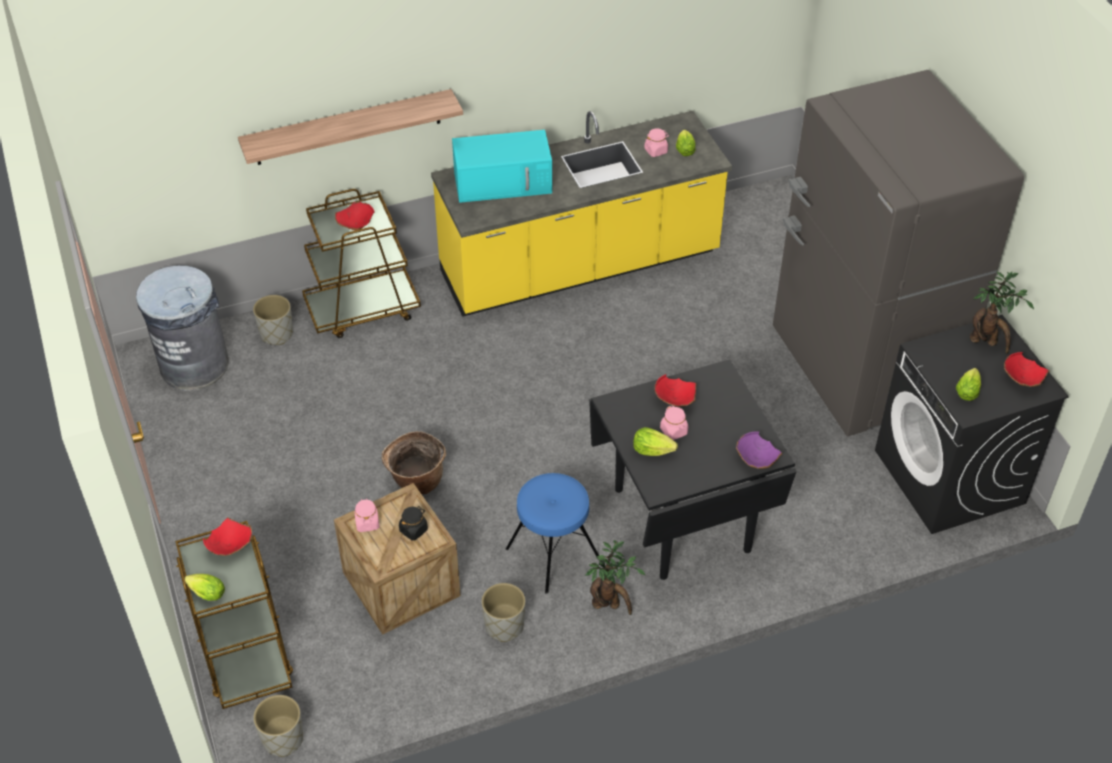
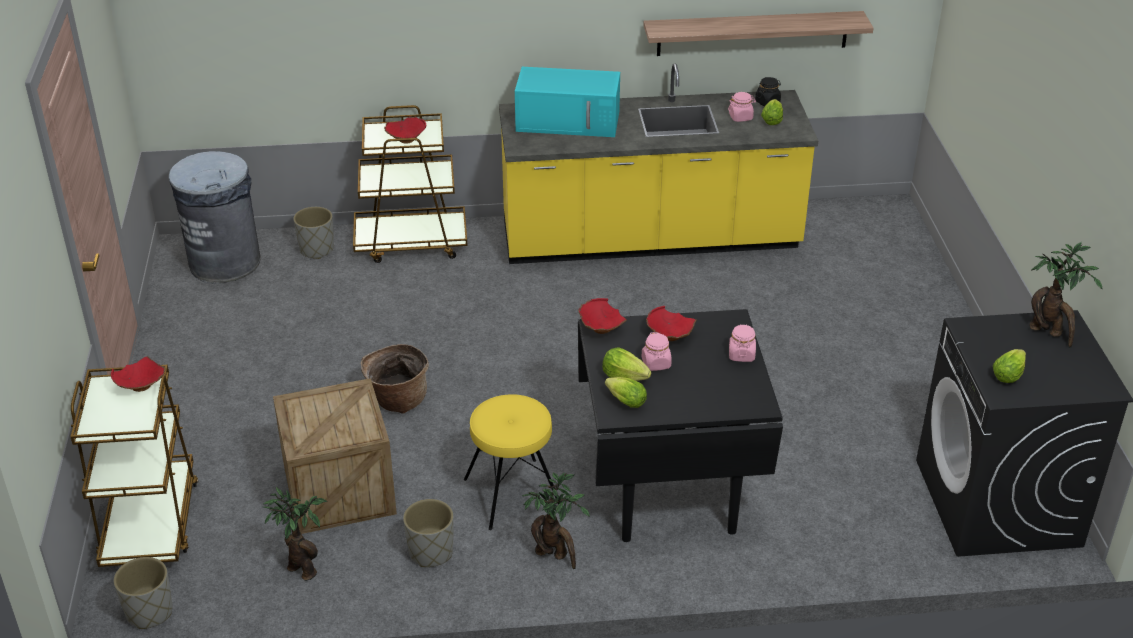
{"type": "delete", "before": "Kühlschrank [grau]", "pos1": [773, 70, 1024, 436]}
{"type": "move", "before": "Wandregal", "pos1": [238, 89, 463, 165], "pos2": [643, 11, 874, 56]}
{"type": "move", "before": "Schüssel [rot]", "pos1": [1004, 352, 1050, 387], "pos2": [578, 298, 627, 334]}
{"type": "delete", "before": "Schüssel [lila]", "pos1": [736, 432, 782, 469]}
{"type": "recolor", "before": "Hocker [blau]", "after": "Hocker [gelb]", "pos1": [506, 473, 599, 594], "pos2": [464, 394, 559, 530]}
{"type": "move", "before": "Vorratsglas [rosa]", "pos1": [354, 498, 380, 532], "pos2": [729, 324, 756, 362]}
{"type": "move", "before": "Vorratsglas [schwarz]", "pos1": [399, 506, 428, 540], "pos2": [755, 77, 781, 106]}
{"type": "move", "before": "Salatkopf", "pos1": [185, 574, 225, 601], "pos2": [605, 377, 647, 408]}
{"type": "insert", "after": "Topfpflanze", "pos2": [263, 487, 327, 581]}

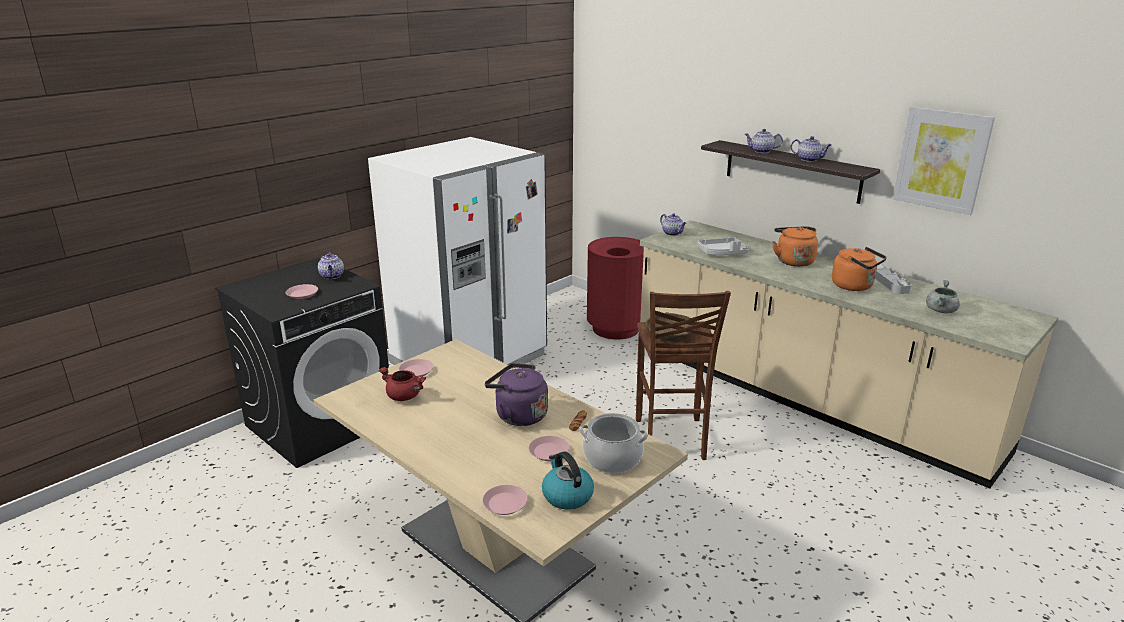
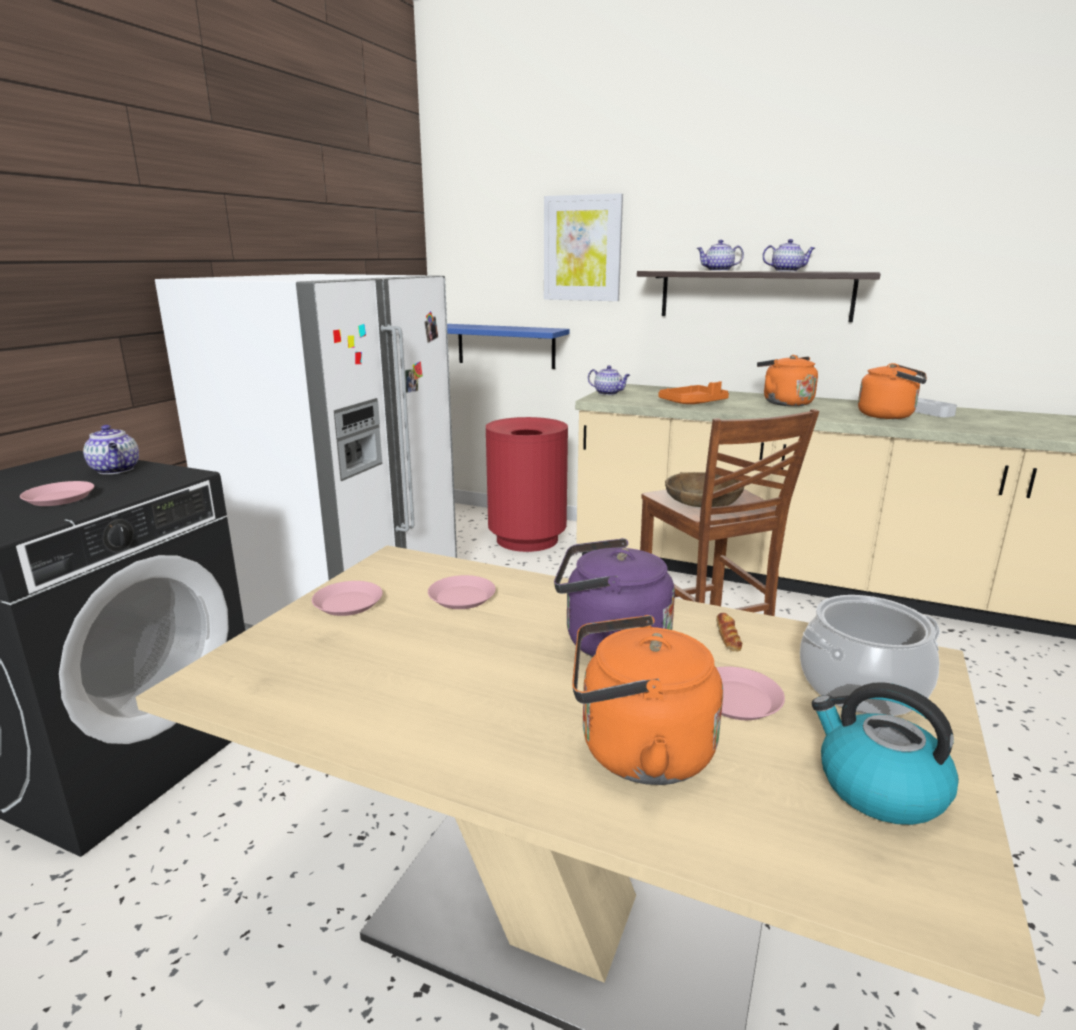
{"type": "move", "before": "Bild", "pos1": [893, 106, 995, 215], "pos2": [544, 193, 623, 301]}
{"type": "recolor", "before": "Tablett [grau]", "after": "Tablett [orange]", "pos1": [697, 237, 749, 255], "pos2": [658, 381, 729, 404]}
{"type": "delete", "before": "Kochtopf [grau]", "pos1": [926, 280, 960, 314]}
{"type": "delete", "before": "Kochtopf [rot]", "pos1": [379, 367, 426, 401]}
{"type": "move", "before": "Teller [rosa]", "pos1": [482, 485, 528, 515], "pos2": [428, 575, 496, 609]}
{"type": "insert", "after": "Wandregal [blau]", "pos2": [447, 324, 570, 369]}
{"type": "insert", "after": "Wasserkessel [orange]", "pos2": [572, 615, 723, 785]}

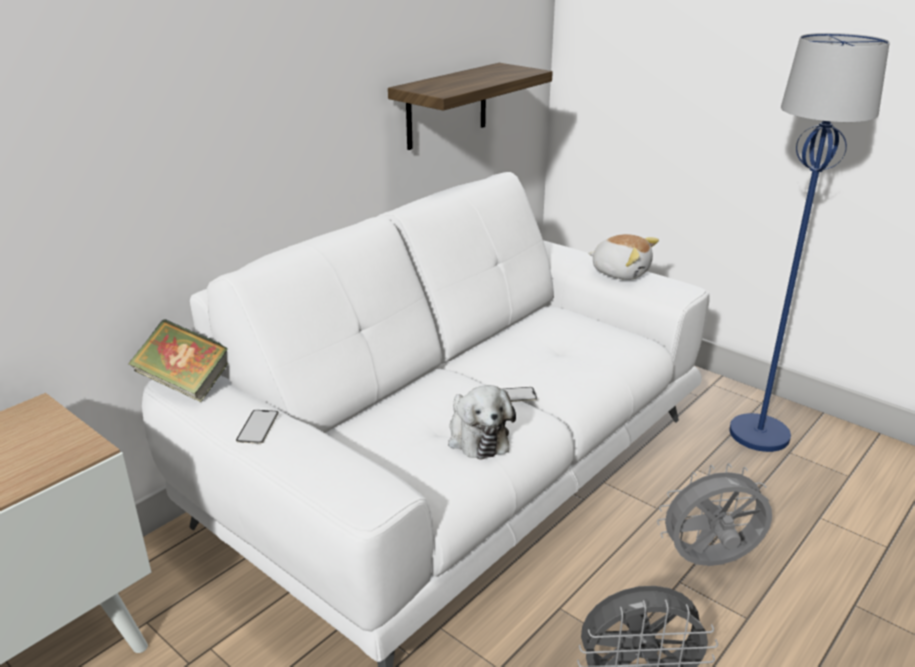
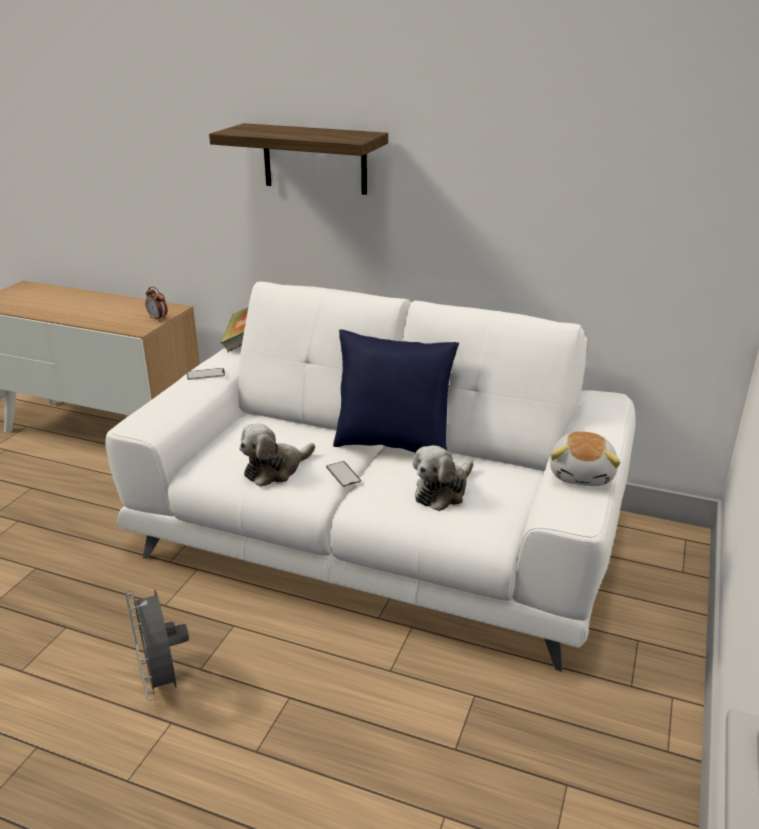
{"type": "delete", "before": "Stehlampe [blau]", "pos1": [729, 33, 890, 452]}
{"type": "move", "before": "Wandregal", "pos1": [388, 63, 553, 150], "pos2": [209, 123, 388, 195]}
{"type": "delete", "before": "Ventilator [grau]", "pos1": [657, 463, 772, 566]}
{"type": "insert", "after": "Wecker", "pos2": [145, 286, 168, 322]}
{"type": "insert", "after": "Kissen [blau]", "pos2": [333, 329, 459, 452]}
{"type": "insert", "after": "Plüschtier", "pos2": [413, 445, 473, 511]}

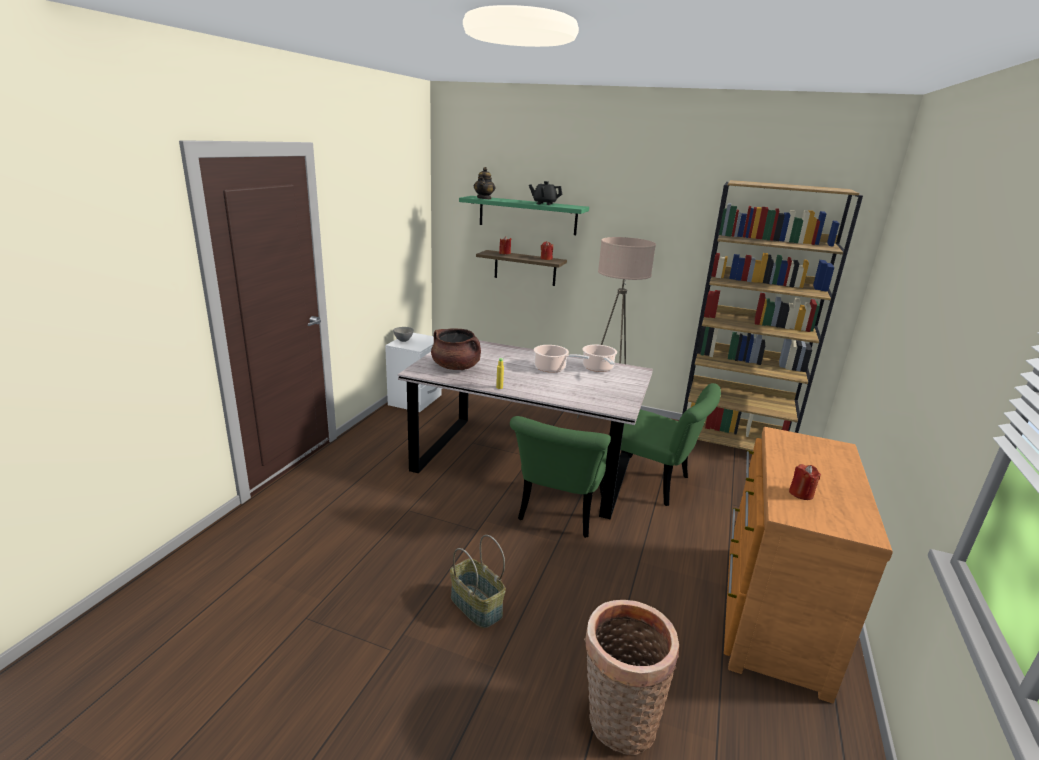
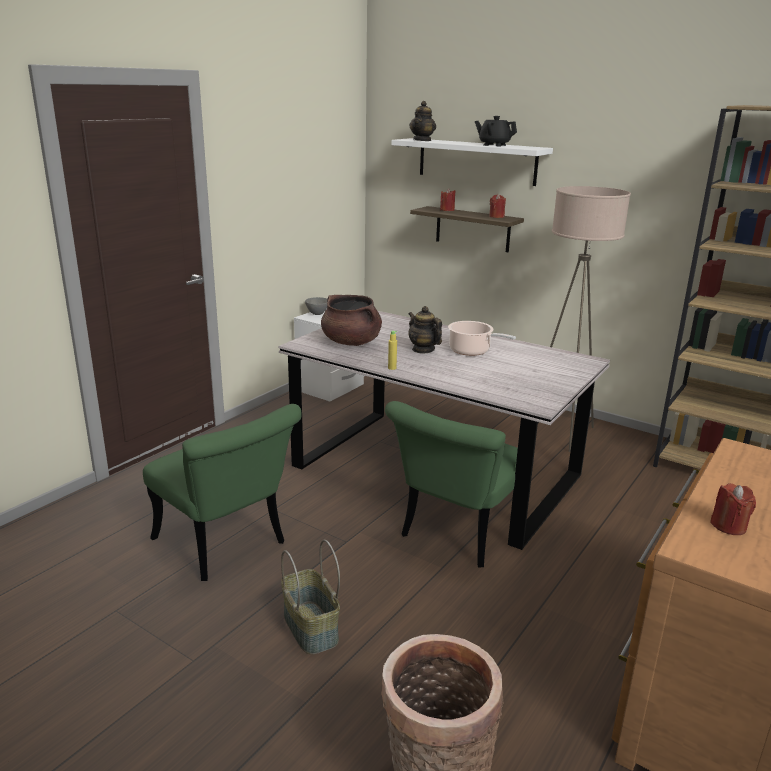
{"type": "recolor", "before": "Wandregal [grün]", "after": "Wandregal [weiß]", "pos1": [459, 196, 589, 235], "pos2": [391, 138, 553, 186]}
{"type": "delete", "before": "Kochtopf", "pos1": [582, 344, 617, 372]}
{"type": "move", "before": "Stuhl [grün]", "pos1": [621, 383, 721, 506], "pos2": [143, 404, 301, 581]}
{"type": "insert", "after": "Teekanne", "pos2": [409, 306, 442, 353]}

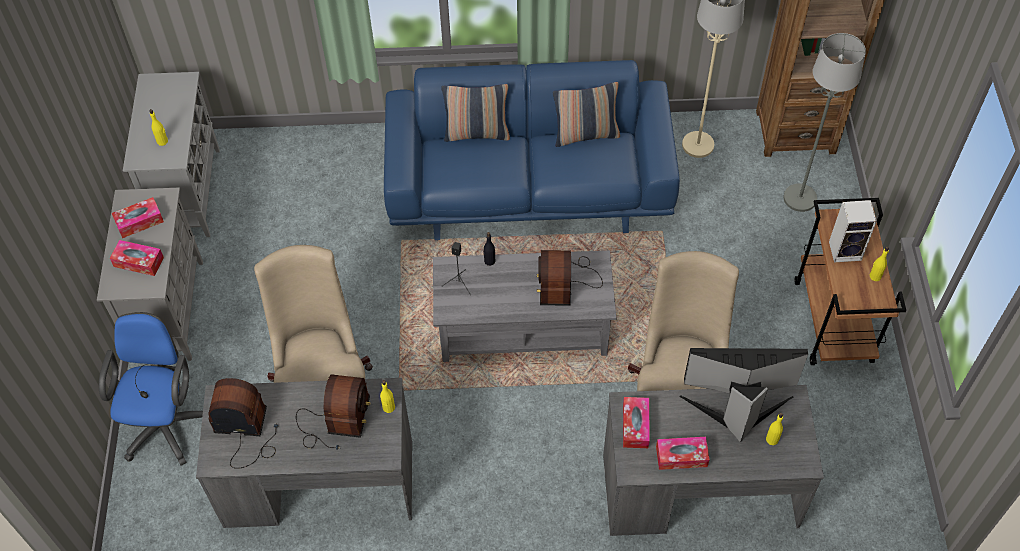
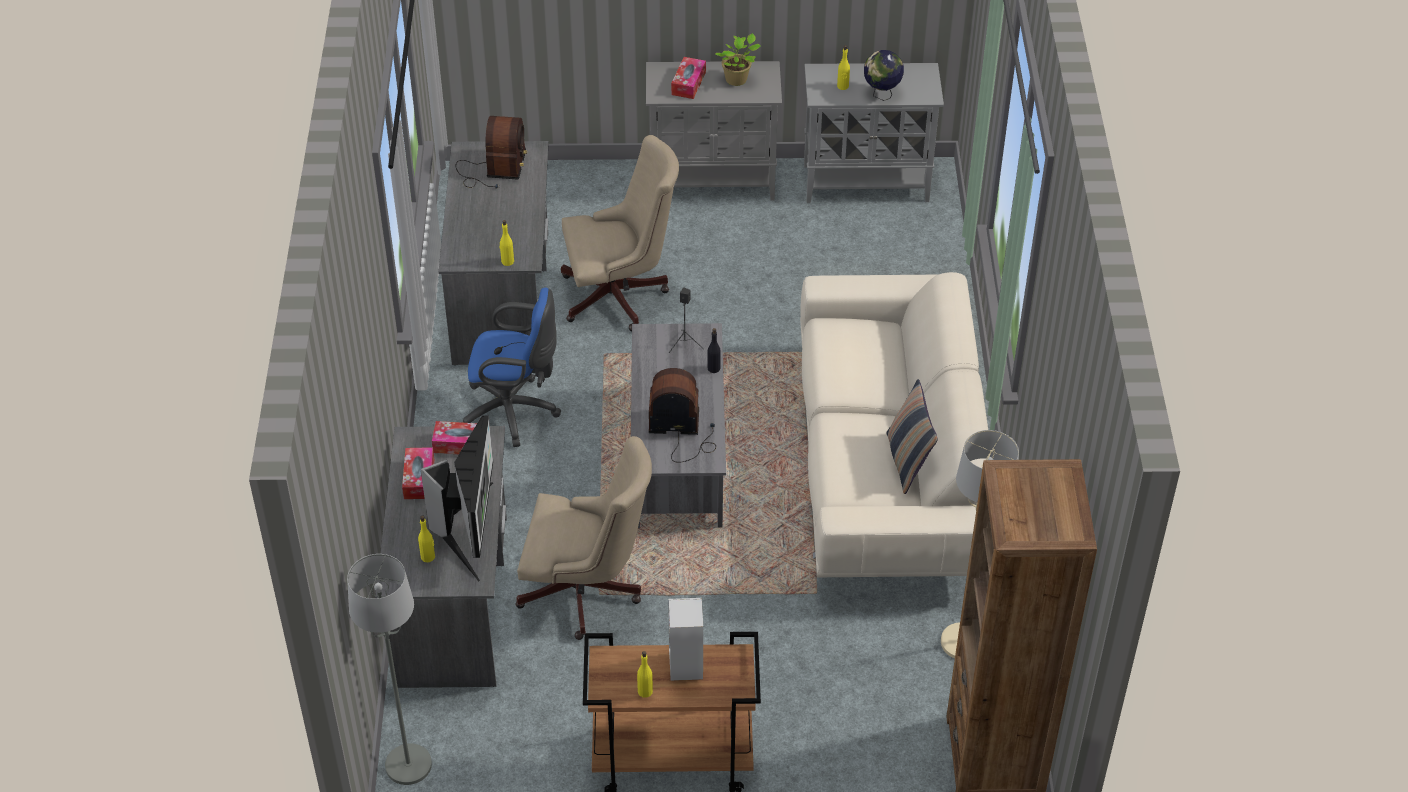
{"type": "move", "before": "Stehlampe [grau]", "pos1": [784, 33, 866, 212], "pos2": [347, 554, 432, 785]}
{"type": "recolor", "before": "Sofa [blau]", "after": "Sofa [beige]", "pos1": [384, 60, 680, 240], "pos2": [800, 272, 988, 577]}
{"type": "delete", "before": "Kissen", "pos1": [441, 84, 510, 142]}
{"type": "replace", "before": "Taschentuchbox", "after": "Topfpflanze", "pos1": [112, 197, 164, 238], "pos2": [715, 33, 761, 86]}
{"type": "move", "before": "Bürostuhl [blau]", "pos1": [99, 312, 203, 466], "pos2": [462, 288, 561, 447]}
{"type": "delete", "before": "Radio", "pos1": [296, 374, 370, 449]}
{"type": "insert", "after": "Globus", "pos2": [864, 50, 904, 101]}

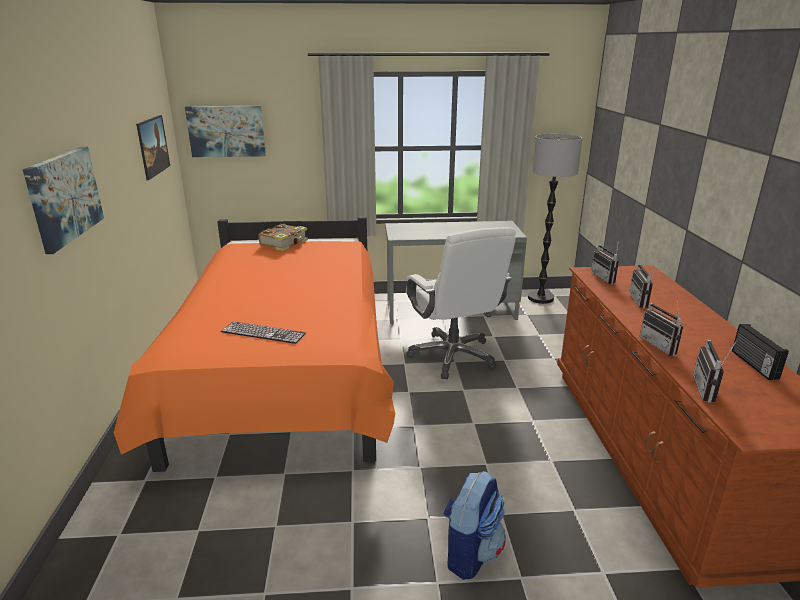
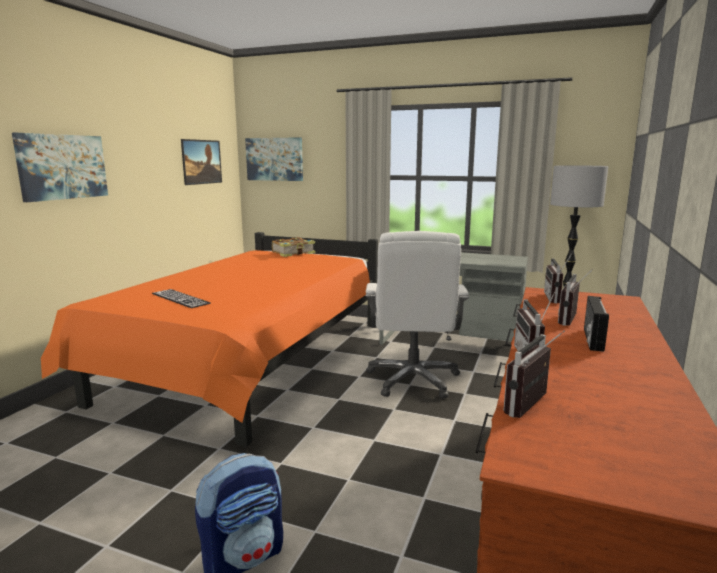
{"type": "move", "before": "Radio", "pos1": [732, 324, 789, 380], "pos2": [584, 296, 609, 352]}

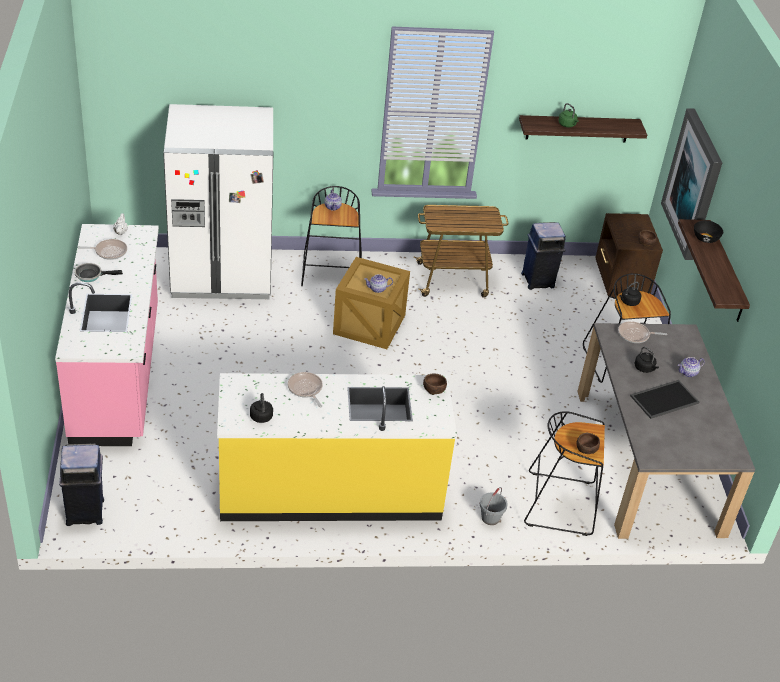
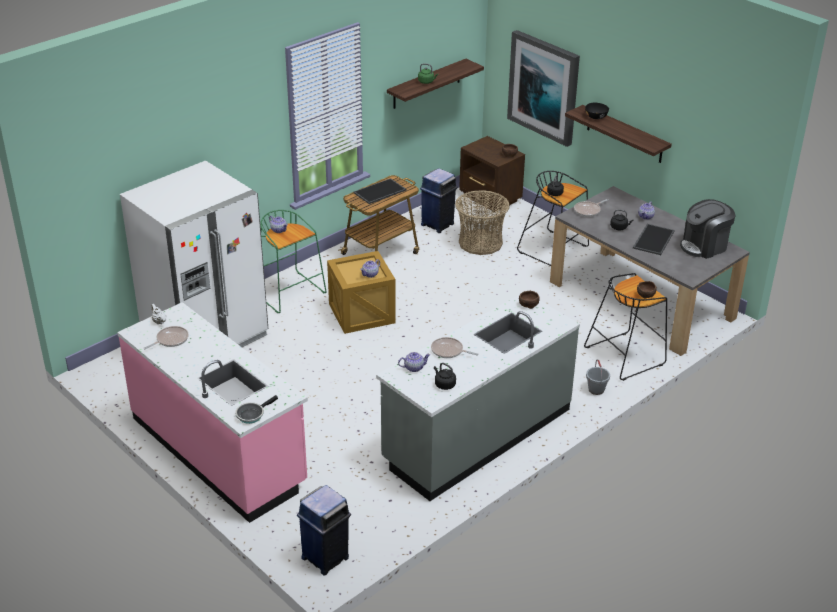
{"type": "recolor", "before": "Hocker [schwarz]", "after": "Hocker [grün]", "pos1": [301, 186, 362, 286], "pos2": [260, 210, 326, 314]}
{"type": "move", "before": "Pfanne", "pos1": [74, 263, 123, 282], "pos2": [235, 395, 278, 424]}
{"type": "recolor", "before": "Küchenzeile [gelb]", "after": "Küchenzeile [grau]", "pos1": [217, 373, 457, 521], "pos2": [376, 294, 580, 501]}
{"type": "insert", "after": "Tablett", "pos2": [354, 178, 406, 204]}
{"type": "insert", "after": "Korb", "pos2": [455, 190, 510, 255]}
{"type": "insert", "after": "Kaffeemaschine", "pos2": [680, 199, 735, 259]}
{"type": "insert", "after": "Teekanne", "pos2": [398, 352, 430, 372]}

